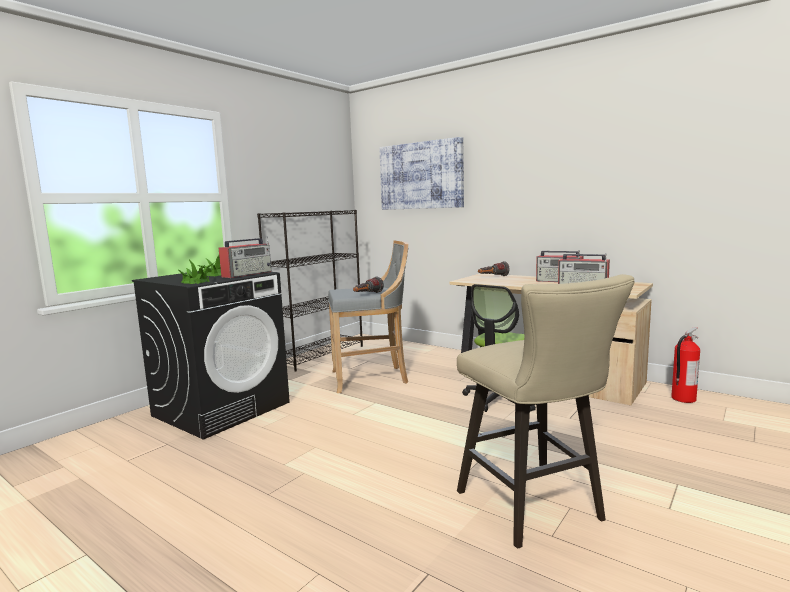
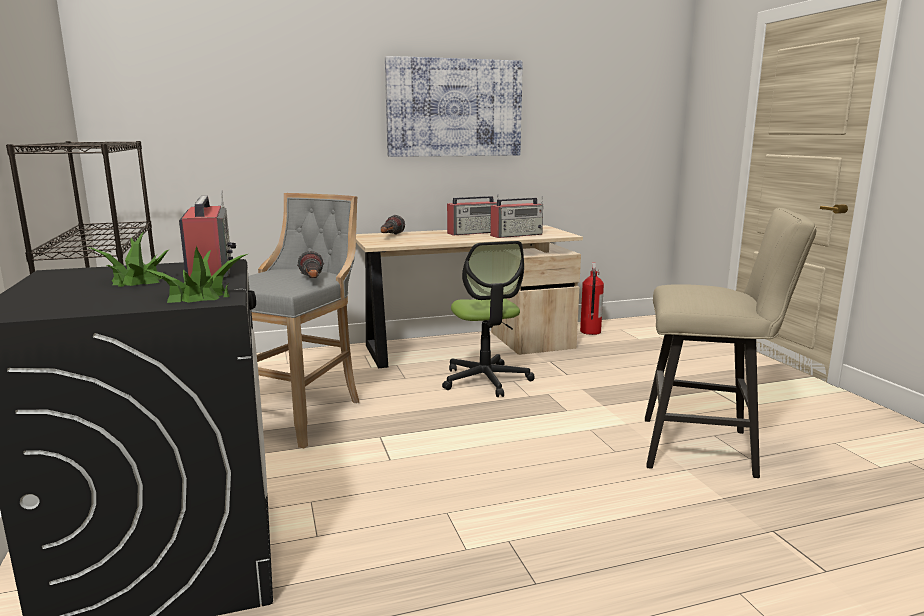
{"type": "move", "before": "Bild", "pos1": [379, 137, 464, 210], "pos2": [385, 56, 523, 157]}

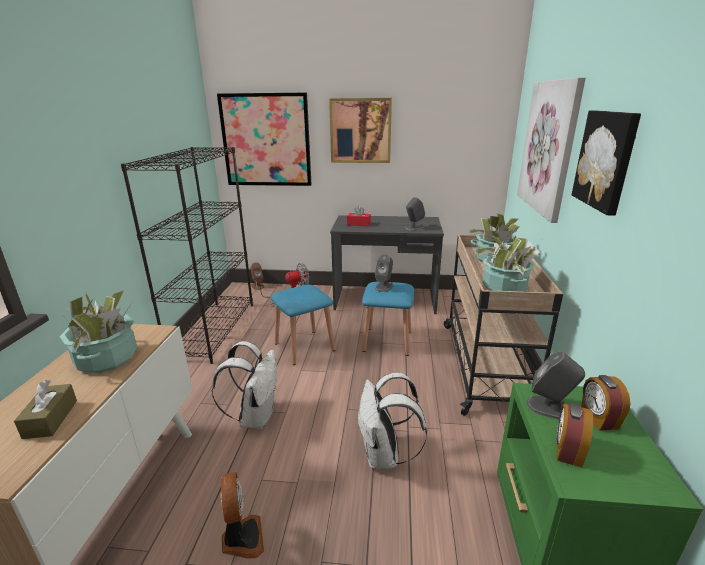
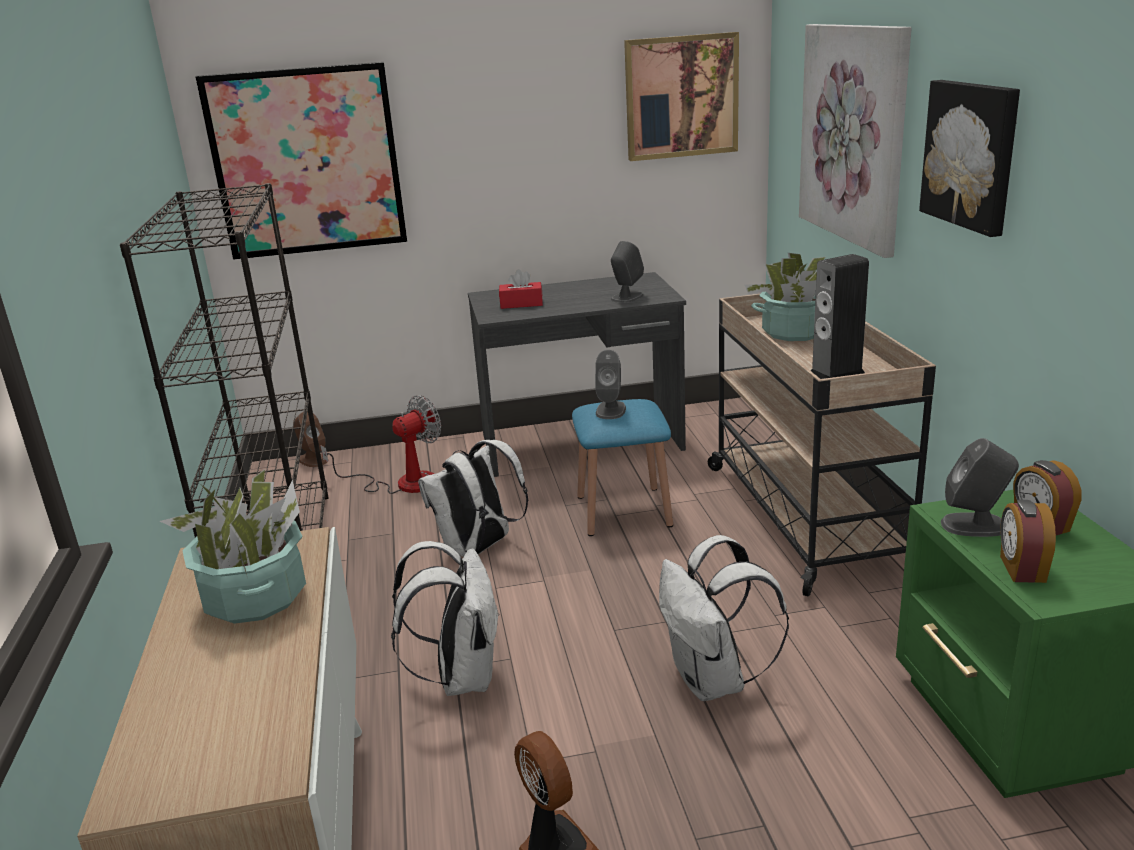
{"type": "move", "before": "Bild", "pos1": [329, 98, 392, 163], "pos2": [624, 32, 739, 161]}
{"type": "replace", "before": "Topfpflanze", "after": "Lautsprecher", "pos1": [472, 236, 540, 292], "pos2": [811, 254, 869, 379]}
{"type": "replace", "before": "Hocker [blau]", "after": "Rucksack [weiß]", "pos1": [271, 285, 335, 365], "pos2": [418, 440, 529, 557]}
{"type": "delete", "before": "Taschentuchbox [braun]", "pos1": [14, 380, 77, 439]}

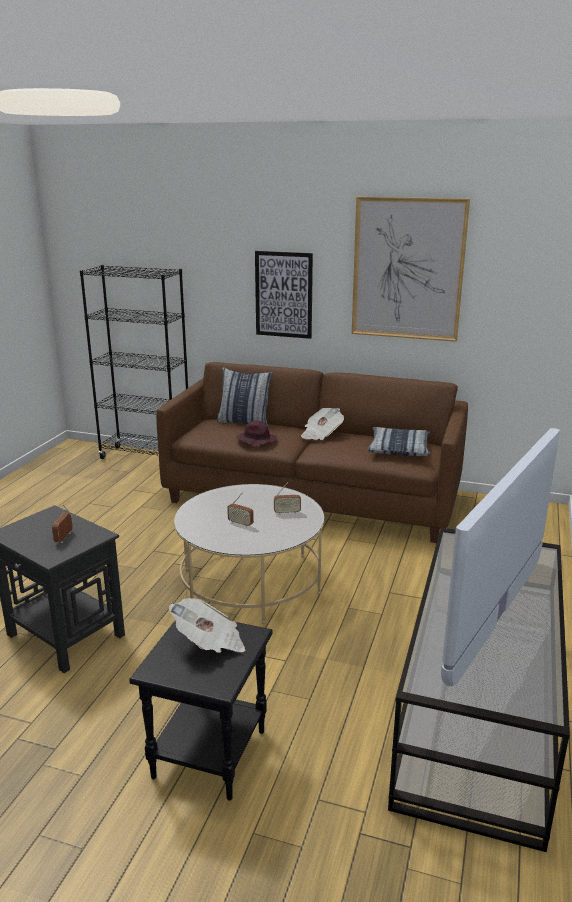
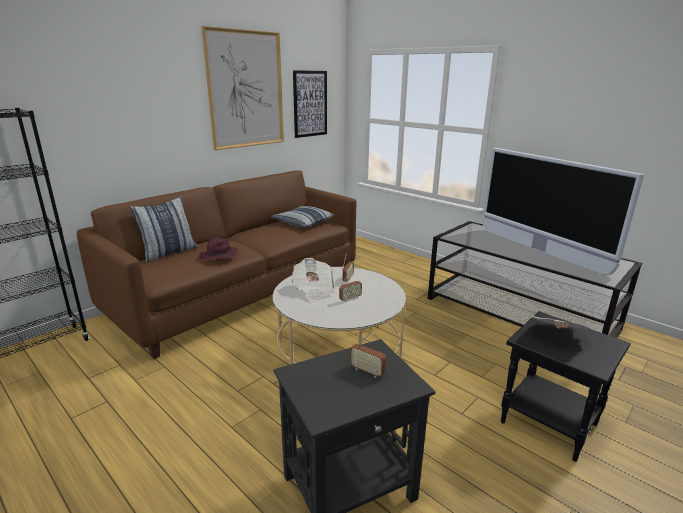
{"type": "move", "before": "Bild", "pos1": [255, 251, 313, 339], "pos2": [293, 70, 327, 138]}
{"type": "move", "before": "Zeitung", "pos1": [301, 408, 344, 440], "pos2": [292, 258, 335, 302]}

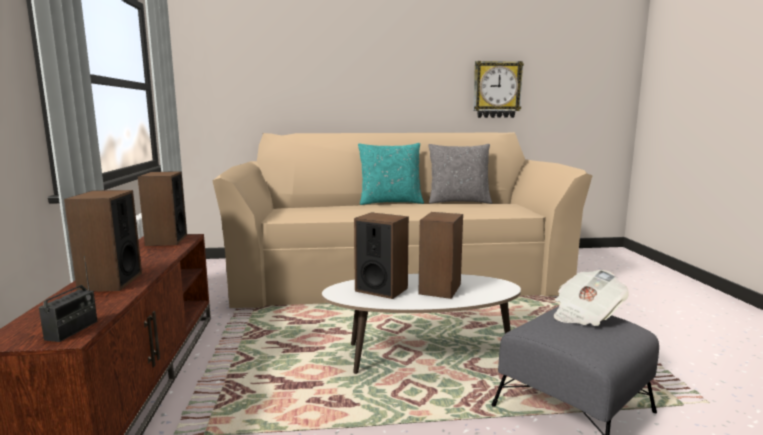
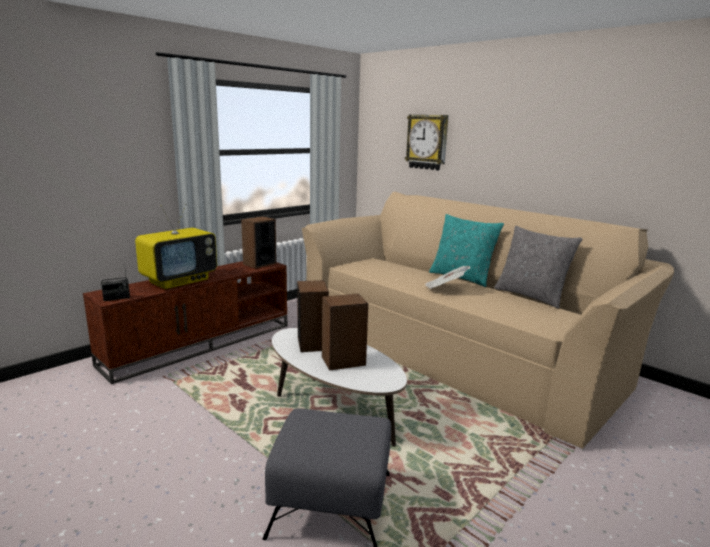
{"type": "move", "before": "Wanduhr", "pos1": [473, 61, 524, 118], "pos2": [405, 115, 448, 170]}
{"type": "replace", "before": "Lautsprecher", "after": "Fernseher", "pos1": [64, 190, 142, 292], "pos2": [135, 203, 217, 289]}
{"type": "move", "before": "Zeitung", "pos1": [554, 270, 629, 326], "pos2": [425, 266, 470, 289]}

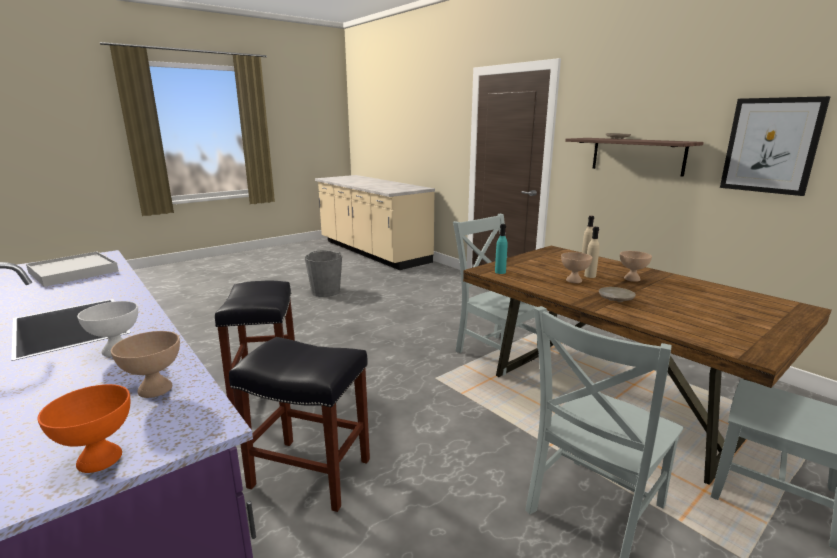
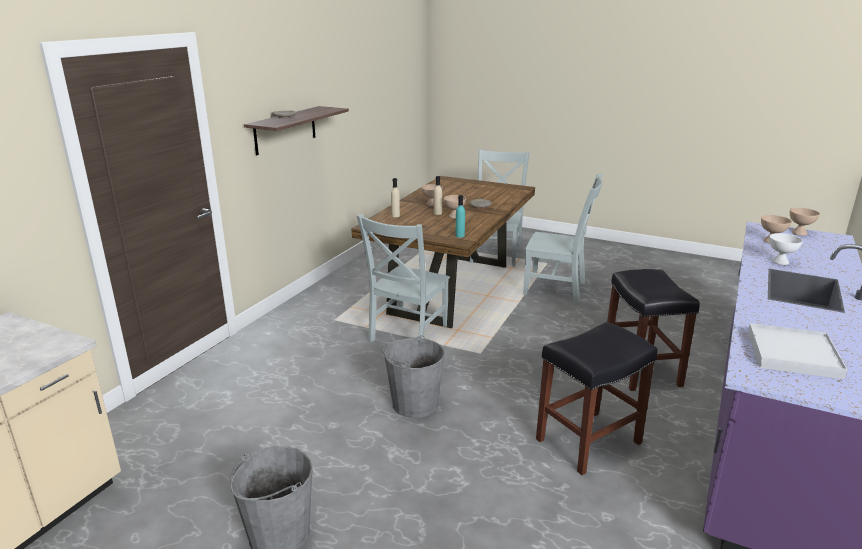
{"type": "delete", "before": "Bild", "pos1": [720, 96, 831, 196]}
{"type": "recolor", "before": "Schüssel [orange]", "after": "Schüssel [beige]", "pos1": [37, 384, 130, 473], "pos2": [790, 208, 820, 236]}
{"type": "insert", "after": "Eimer [grau]", "pos2": [383, 335, 445, 418]}

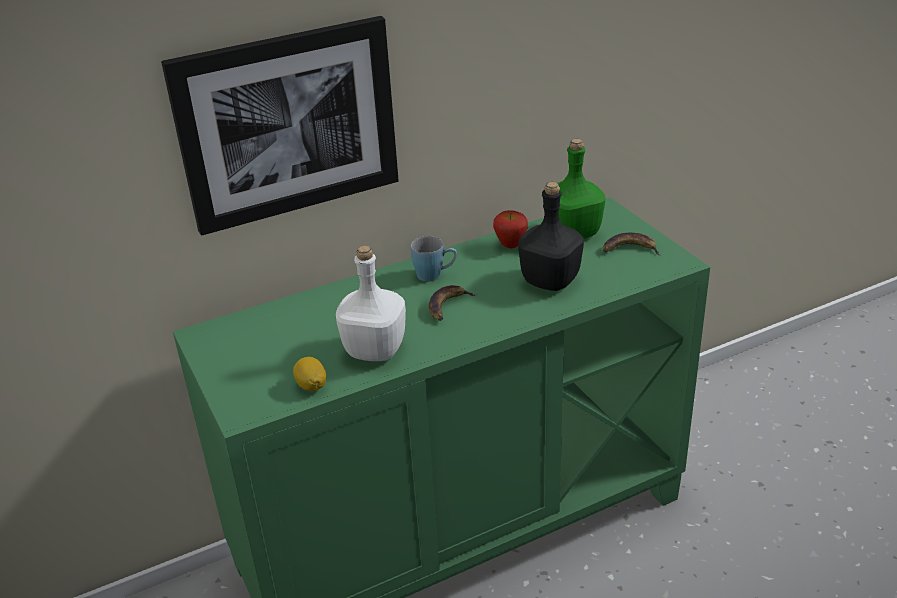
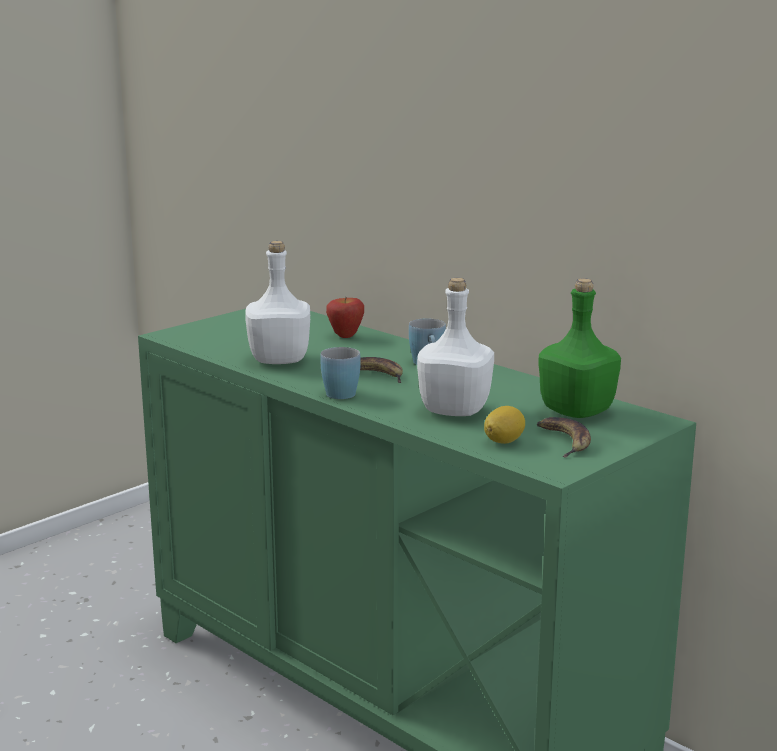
{"type": "delete", "before": "Bild", "pos1": [161, 16, 399, 235]}
{"type": "recolor", "before": "Flasche [schwarz]", "after": "Flasche [weiß]", "pos1": [518, 182, 584, 291], "pos2": [417, 278, 494, 416]}
{"type": "move", "before": "Apfel", "pos1": [493, 210, 528, 248], "pos2": [326, 297, 364, 338]}
{"type": "move", "before": "Zitrone", "pos1": [293, 357, 326, 391], "pos2": [484, 406, 525, 444]}
{"type": "insert", "after": "Henkelbecher [blau]", "pos2": [320, 347, 361, 399]}

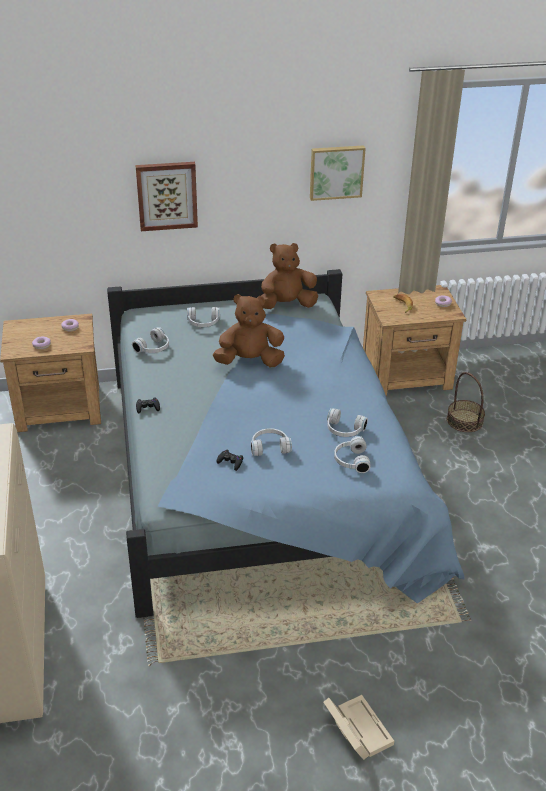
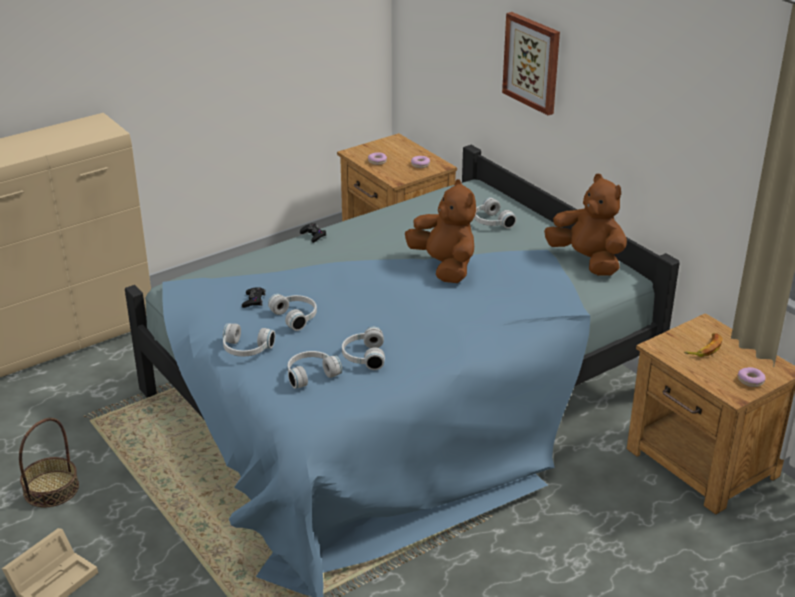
{"type": "delete", "before": "Bild", "pos1": [310, 145, 366, 201]}
{"type": "move", "before": "Kopfhörer [weiß]", "pos1": [132, 327, 169, 353], "pos2": [223, 323, 275, 356]}
{"type": "move", "before": "Korb", "pos1": [447, 372, 485, 432], "pos2": [19, 418, 79, 507]}

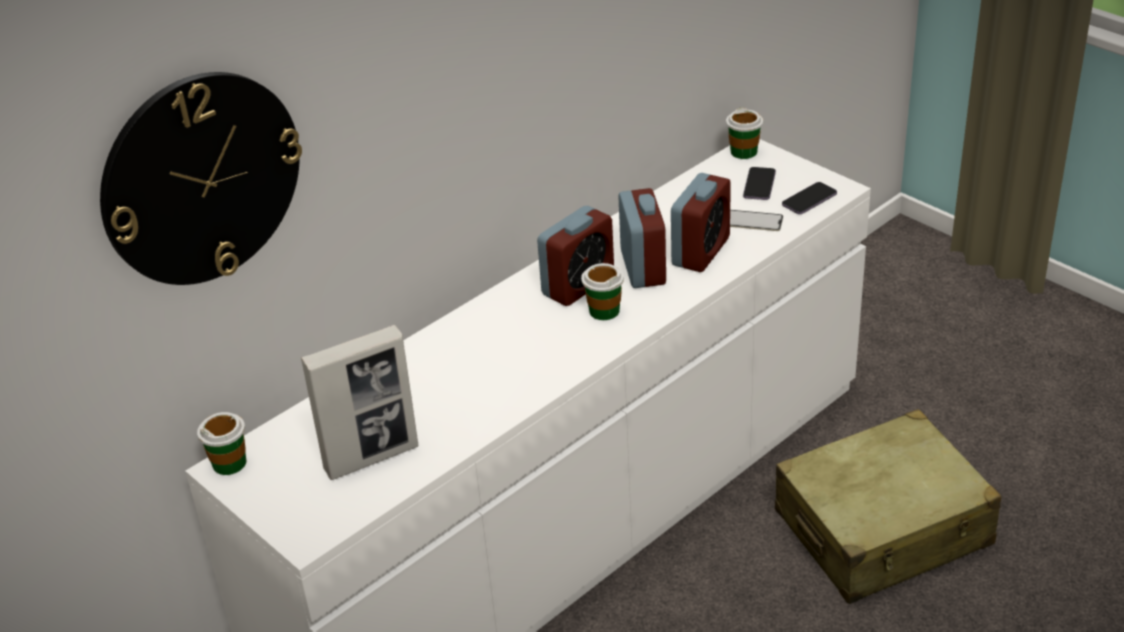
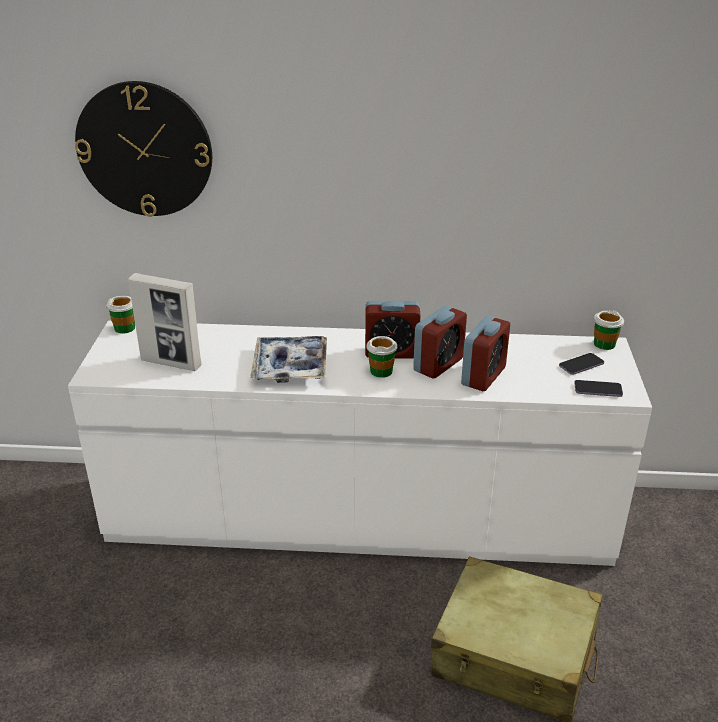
{"type": "rotate", "before": "Wecker", "pos1": [671, 173, 731, 272], "pos2": [461, 316, 510, 391], "turn": -45}
{"type": "delete", "before": "Handy", "pos1": [730, 210, 783, 231]}
{"type": "insert", "after": "Tablett", "pos2": [251, 336, 327, 383]}

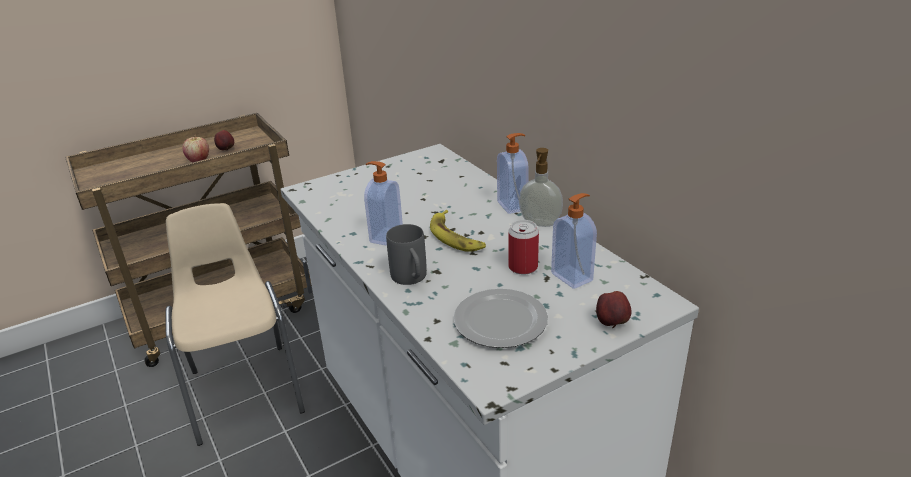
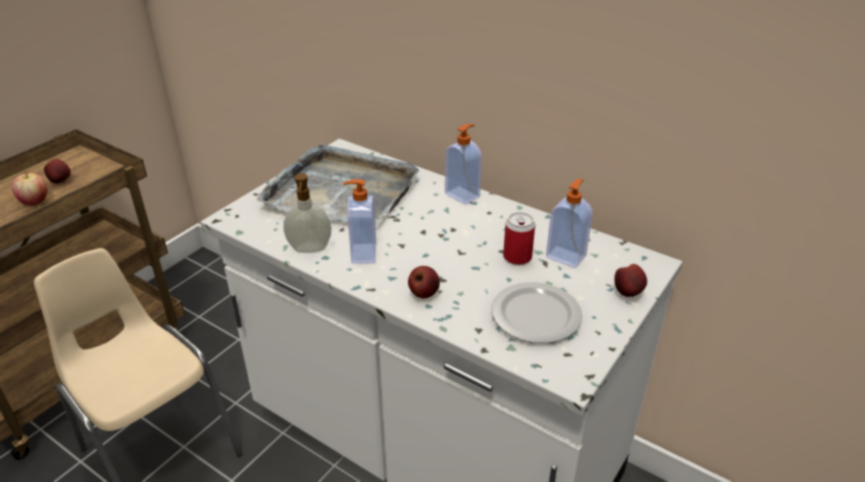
{"type": "move", "before": "Seifenspender", "pos1": [519, 148, 563, 227], "pos2": [283, 173, 332, 253]}
{"type": "delete", "before": "Banane", "pos1": [430, 210, 486, 252]}
{"type": "replace", "before": "Henkelbecher [grau]", "after": "Apfel", "pos1": [386, 224, 427, 285], "pos2": [408, 266, 440, 298]}
{"type": "insert", "after": "Tablett [grau]", "pos2": [256, 143, 419, 228]}

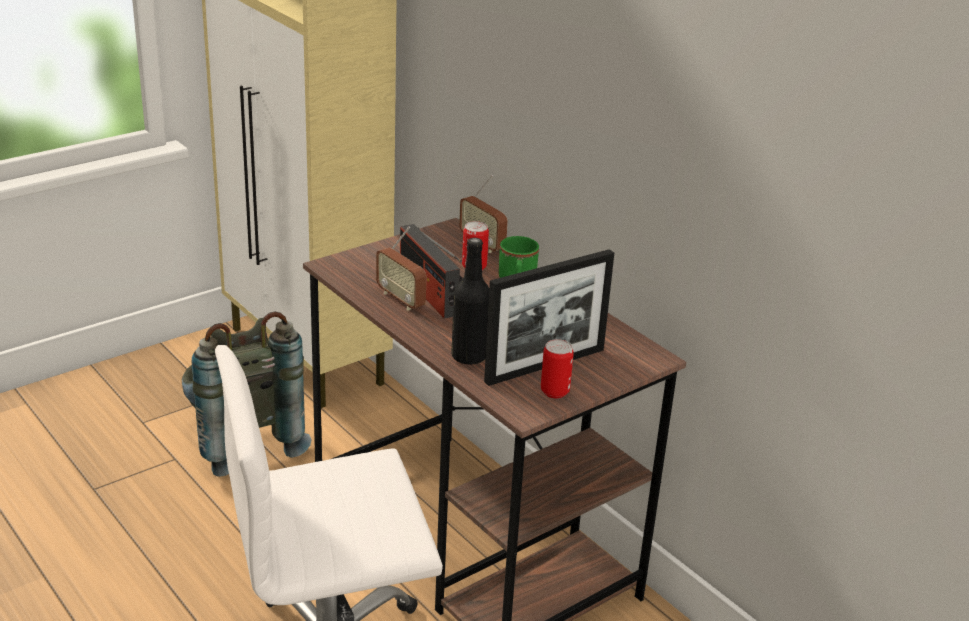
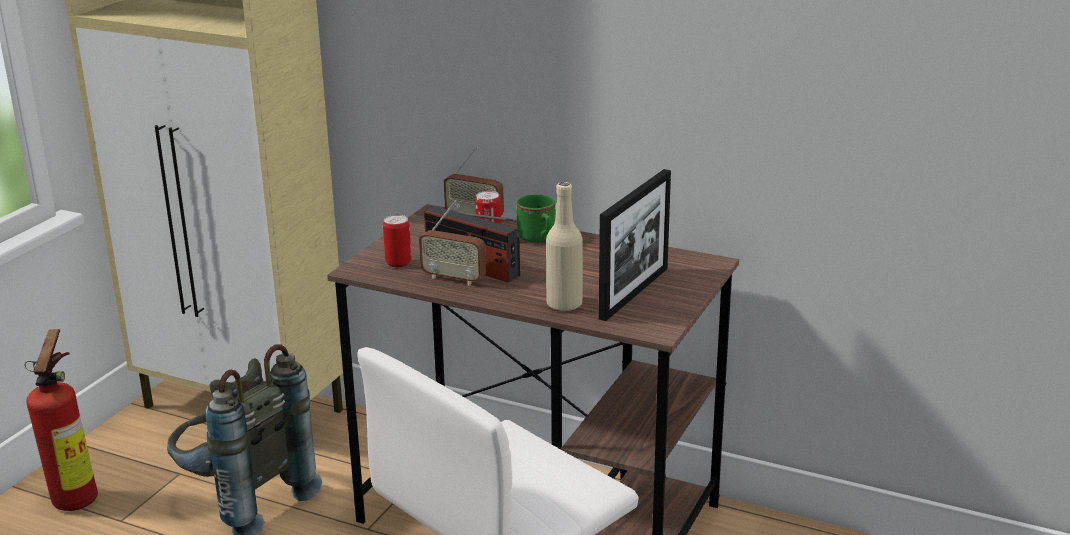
{"type": "recolor", "before": "Flasche [schwarz]", "after": "Flasche [beige]", "pos1": [451, 238, 489, 365], "pos2": [546, 182, 583, 311]}
{"type": "move", "before": "Dose", "pos1": [541, 339, 574, 398], "pos2": [383, 215, 411, 267]}
{"type": "insert", "after": "Feuerlöscher", "pos2": [25, 329, 98, 511]}

